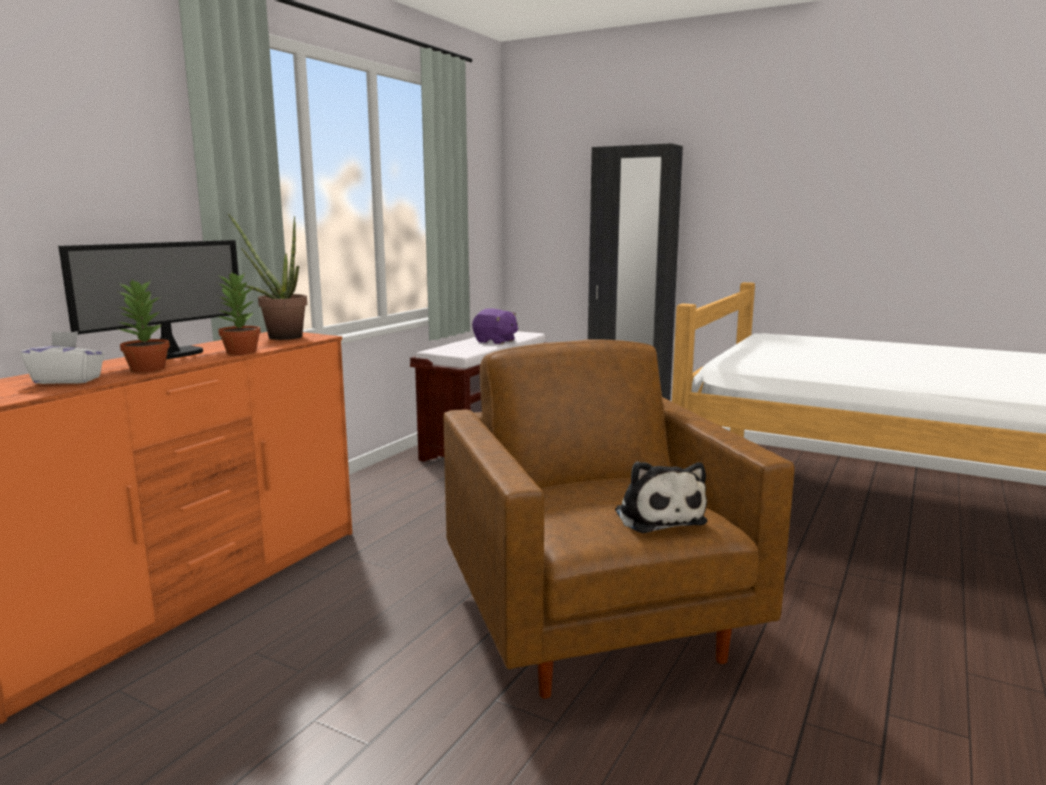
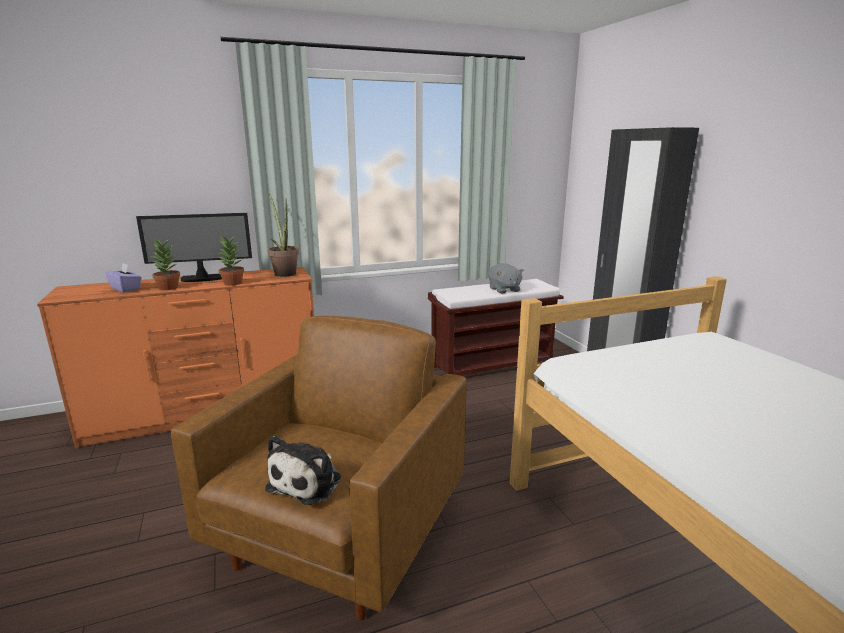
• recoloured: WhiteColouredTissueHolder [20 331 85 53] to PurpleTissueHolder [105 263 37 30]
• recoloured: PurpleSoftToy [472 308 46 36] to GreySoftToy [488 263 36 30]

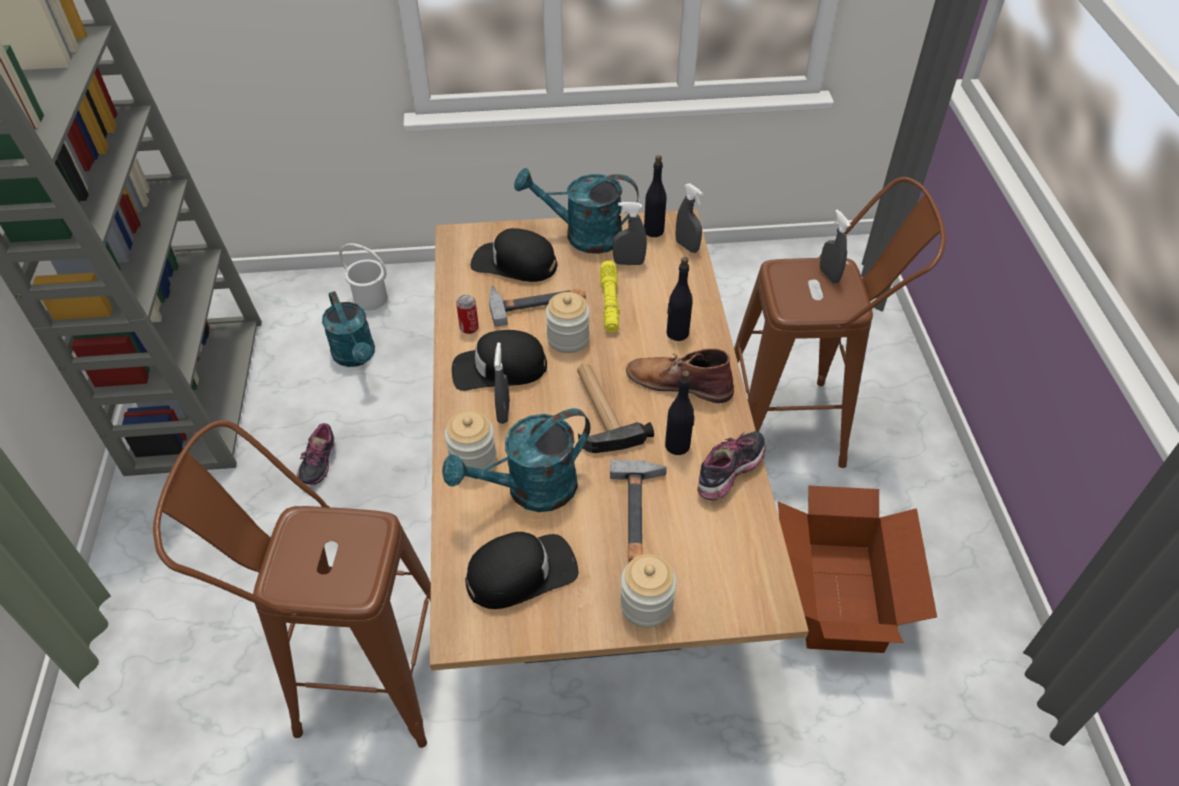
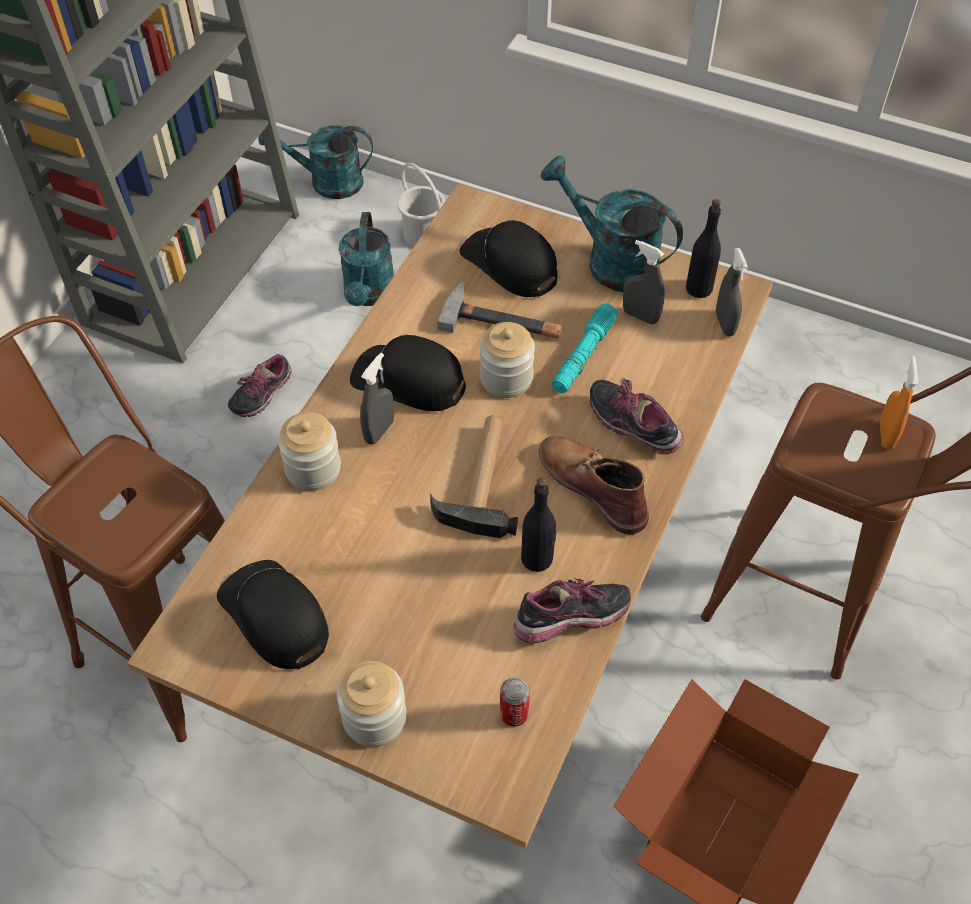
• turned: BlackPeakedCap [465 532 114 77] = [217 560 112 109] 135 degrees counterclockwise
• moved: TurquoiseWateringPot [442 408 148 104] to [258 126 115 73]
• moved: MetalCan [456 294 23 40] to [500 677 30 50]
• recoloured: YellowColouredHandTorch [600 261 20 71] to TurquoiseHandTorch [552 303 65 90]
• replaced: BlackBottle [667 257 26 84] to ItemOfFootwear [590 378 94 76]
• recoloured: GreyHandSprayer [820 209 31 75] to OrangeHandSprayer [880 356 38 93]
• removed: Hammer [610 460 57 102]

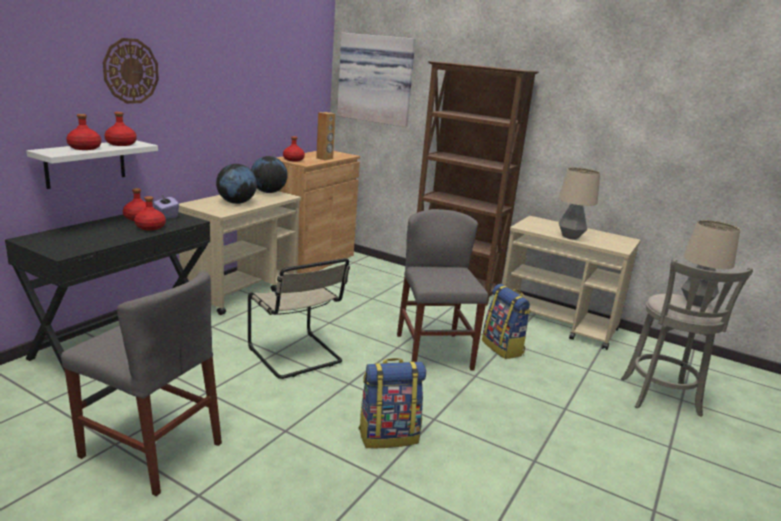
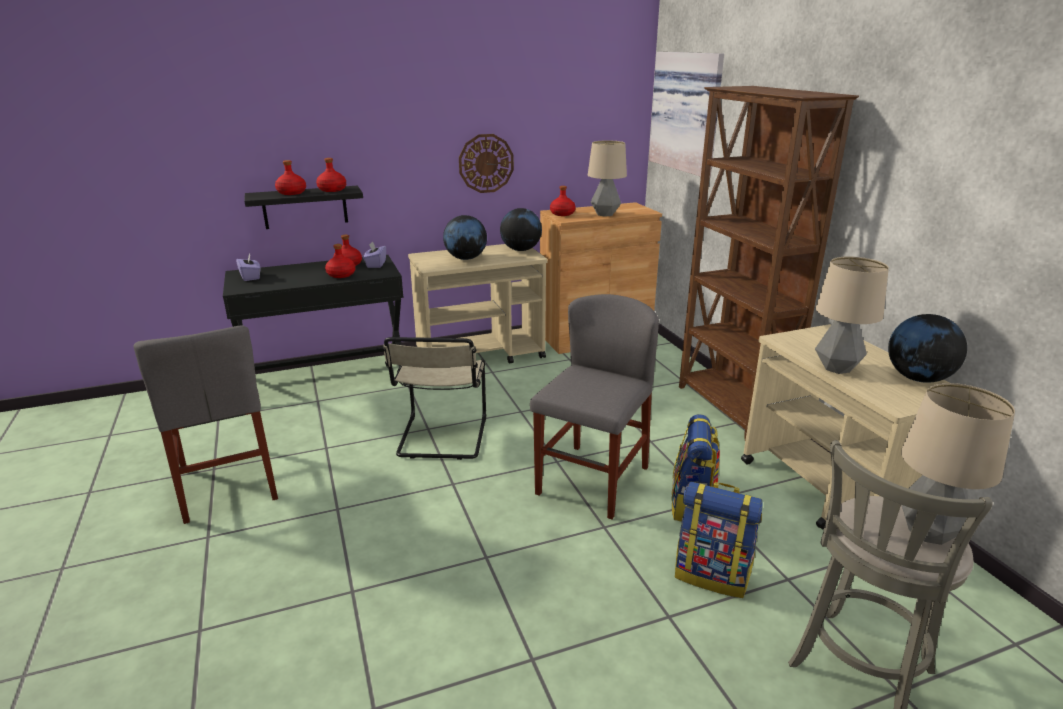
• added: PurpleTissueHolder [236 252 25 29]
• recoloured: WhiteColouredBracketShelf [26 140 132 49] to BlackBracketShelf [244 186 119 43]
• moved: HangingClock [103 38 56 66] to [459 134 55 59]
• replaced: BrownishAudioSpeaker [316 112 19 48] to TabletopLamp [588 140 39 77]
• moved: Knapsack [359 358 67 90] to [675 482 88 116]
• added: Globe [888 314 79 69]

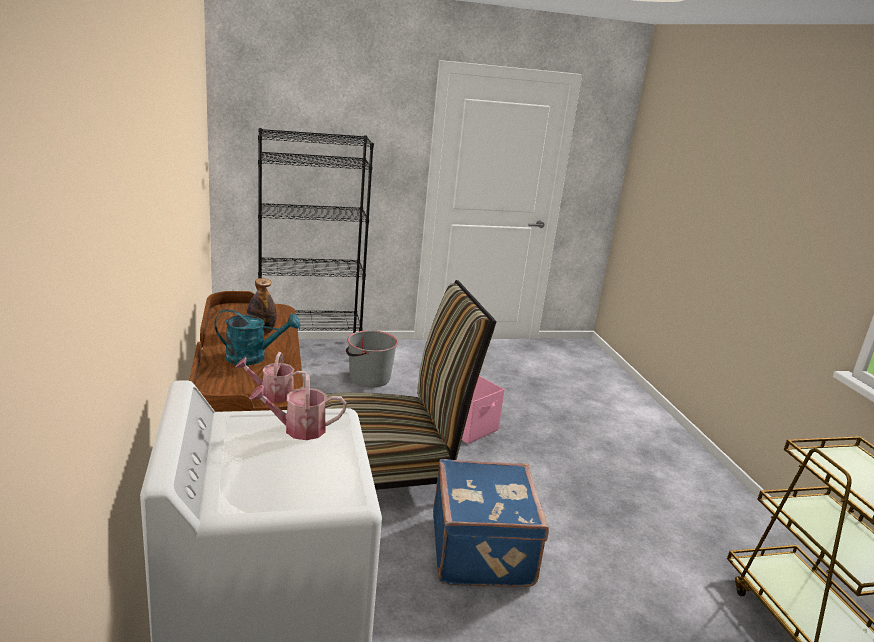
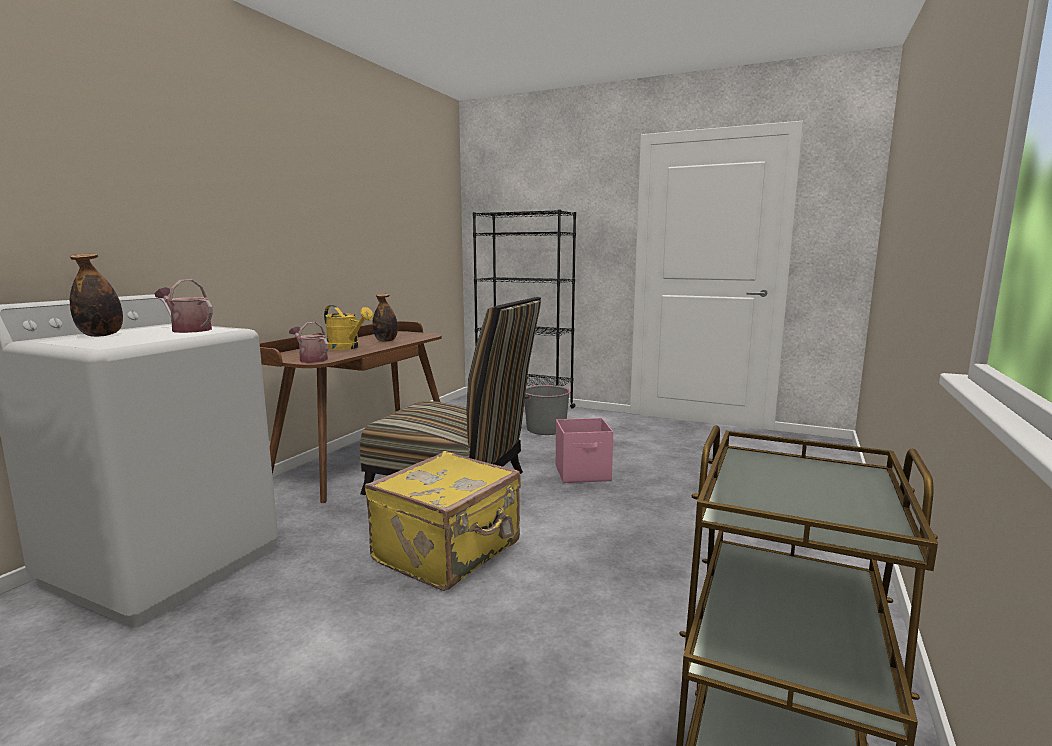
• added: Bottle [70 253 53 84]
• recoloured: TurquoiseWateringPot [214 309 86 56] to YellowColouredWateringPot [324 305 49 45]
• recoloured: BluePieceOfLuggage [433 459 116 128] to YellowColouredPieceOfLuggage [365 451 156 140]

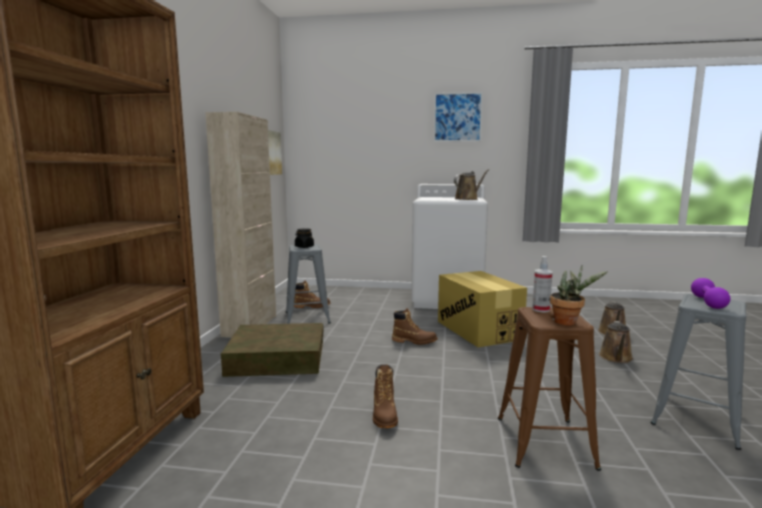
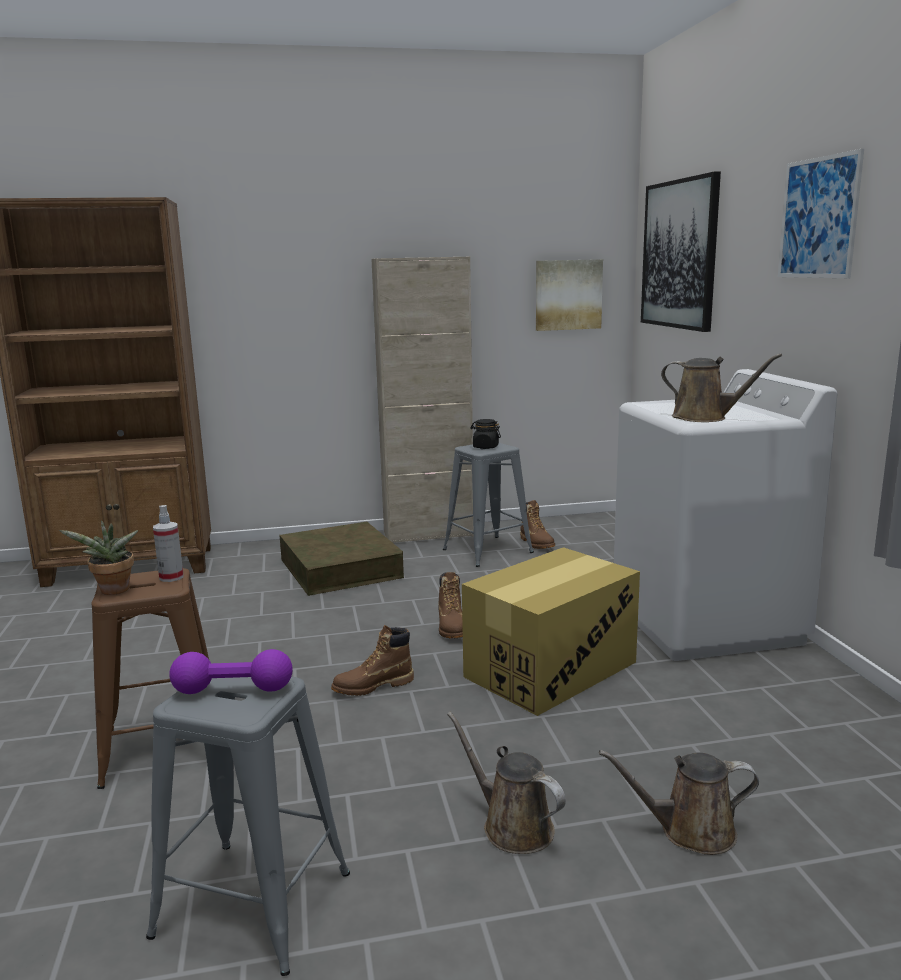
• moved: BrownishBoot [373 365 25 63] to [331 625 83 71]
• turned: BrownishWateringPot [599 321 34 42] = [447 712 119 142] 45 degrees clockwise
• added: WallPicture [641 172 80 160]

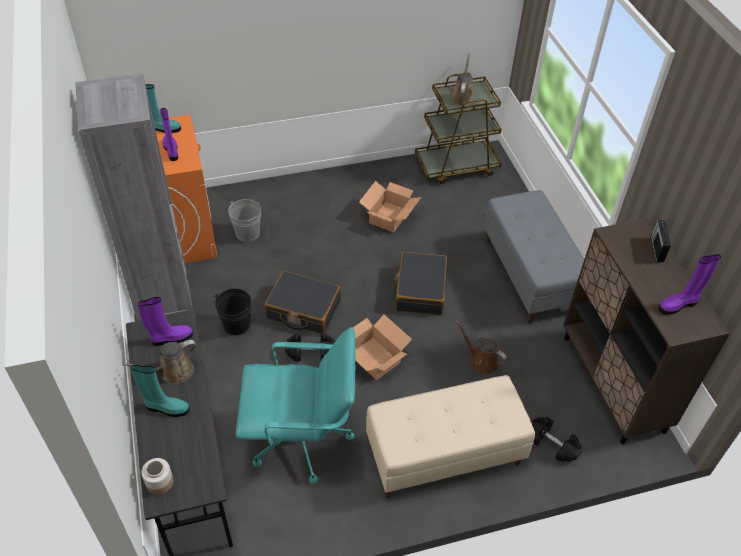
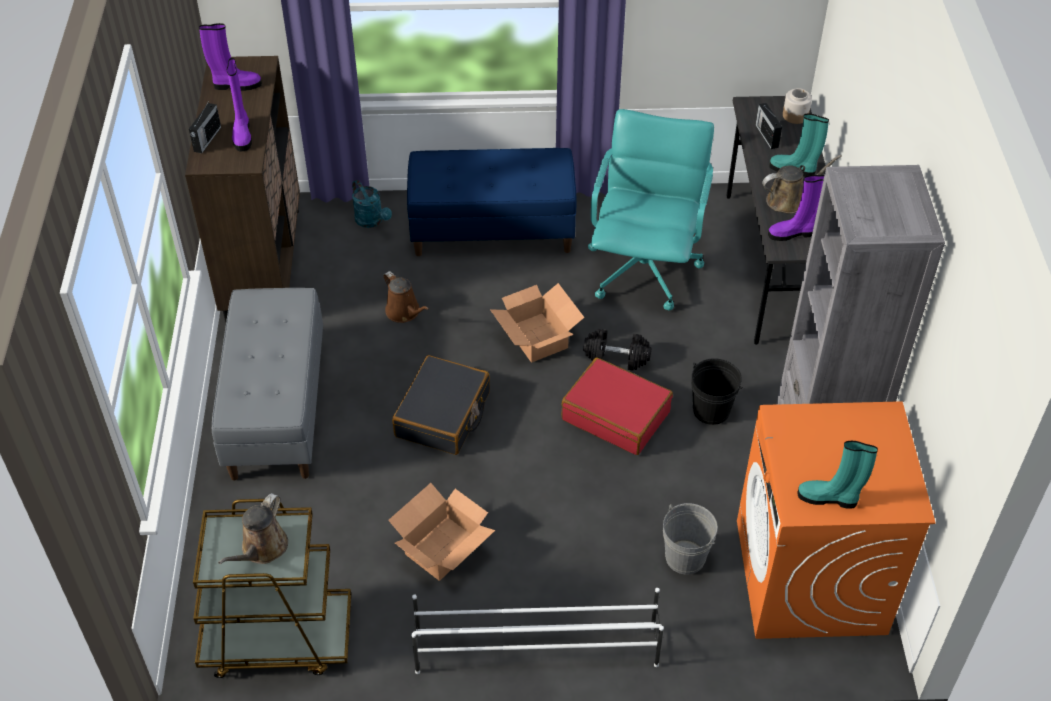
• moved: PurpleBoot [160 108 18 53] to [227 58 25 93]
• replaced: BlackFreeWeight [531 417 51 45] to TurquoiseWateringPot [352 180 40 48]
• recoloured: BeigeColouredIndoorBench [366 375 169 123] to BlueIndoorBench [407 148 169 108]
• added: WhiteColouredShoeShelf [411 588 253 86]
• recoloured: BlackPieceOfLuggage [264 271 77 63] to RedPieceOfLuggage [561 358 112 97]
• turned: TurquoiseOfficeChair [236 327 120 157] = [588 109 126 202] 90 degrees clockwise
• added: RadioSet [756 103 26 46]

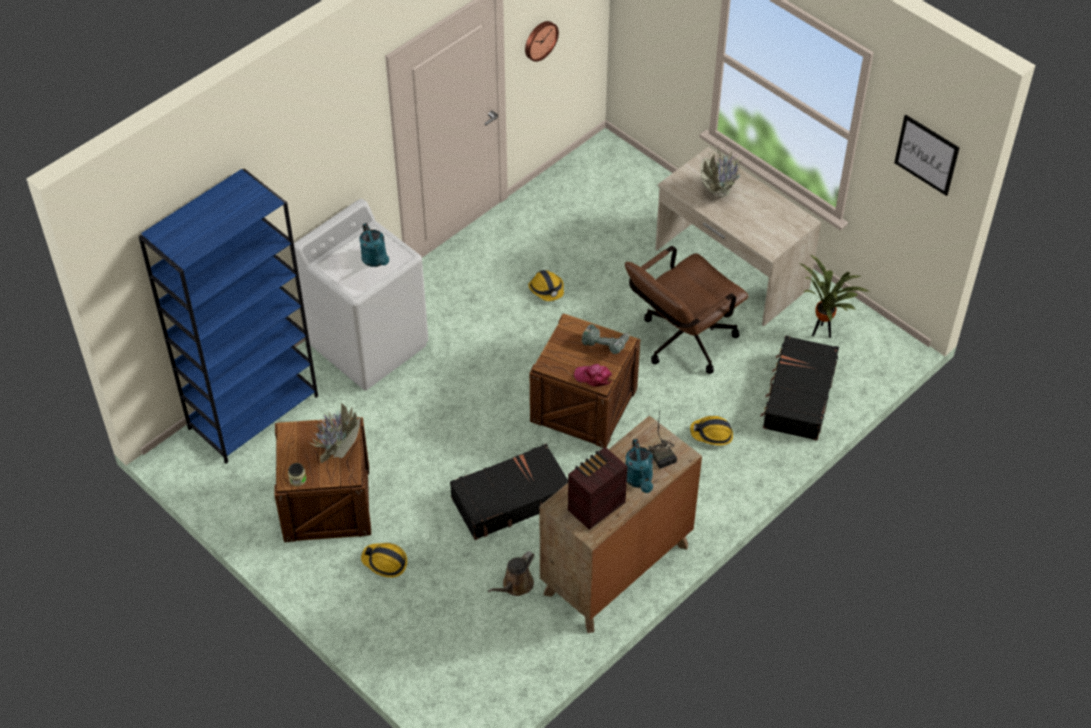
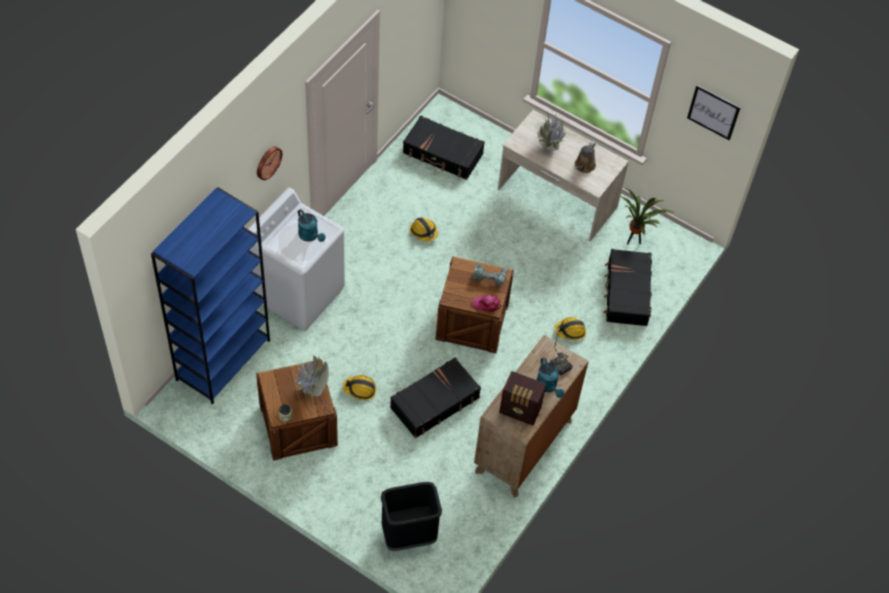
• moved: HangingClock [525 21 34 41] to [257 147 25 33]
• moved: SafetyHelmet [361 543 46 35] to [343 375 33 25]
• added: BlackTrashCan [381 482 61 69]
• added: BlackPieceOfLuggage [403 116 82 64]
• turned: RadioSet [568 447 60 83] = [499 371 47 55] 105 degrees counterclockwise
• moved: BrownishWateringPot [488 551 46 45] to [575 141 21 32]
• removed: BrownishOfficeChair [625 246 123 128]

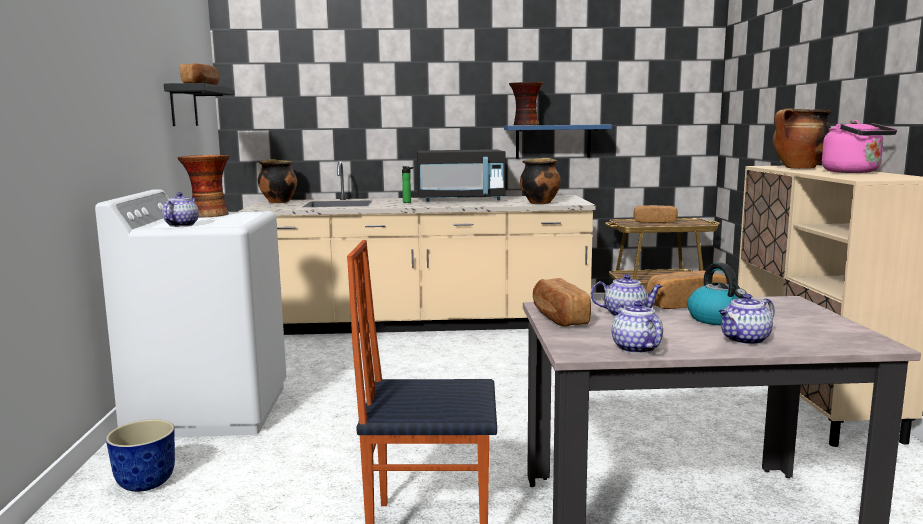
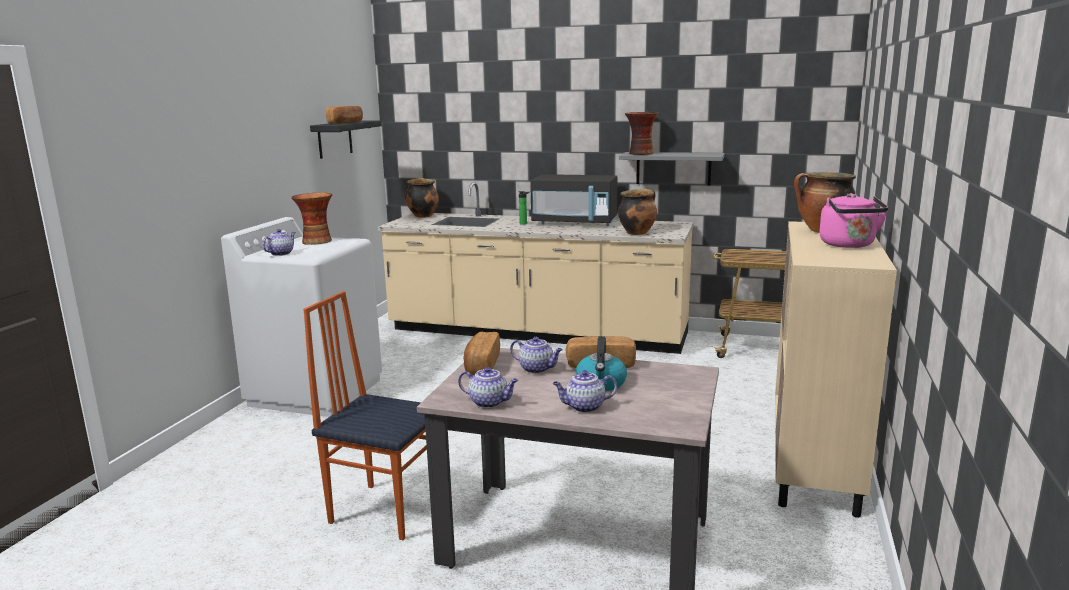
• turned: PotForTea [612 301 51 53] = [458 367 60 41] 105 degrees clockwise
• recoloured: BlueBracketShelf [504 125 108 34] to GreyBracketShelf [619 152 106 33]
• removed: Planter [106 419 69 73]
• removed: Bread [633 205 45 18]

